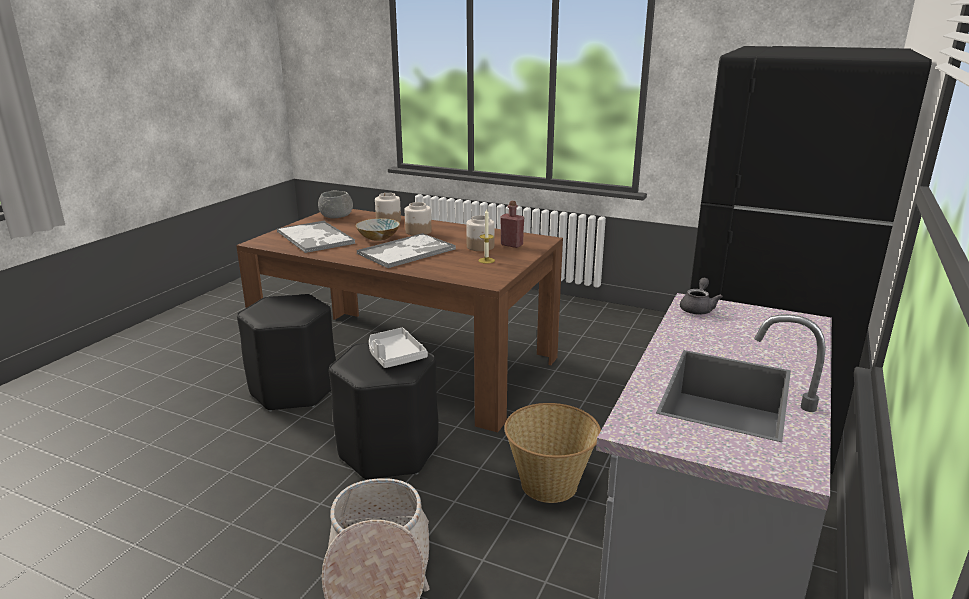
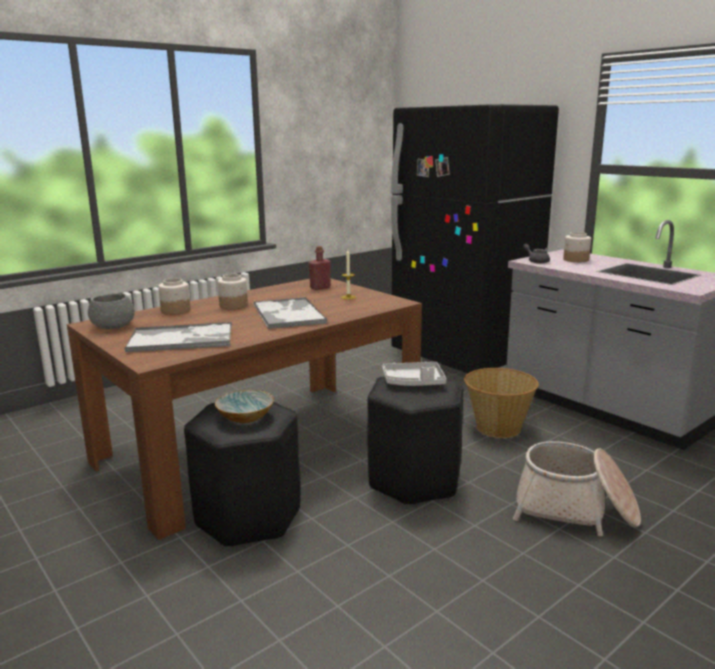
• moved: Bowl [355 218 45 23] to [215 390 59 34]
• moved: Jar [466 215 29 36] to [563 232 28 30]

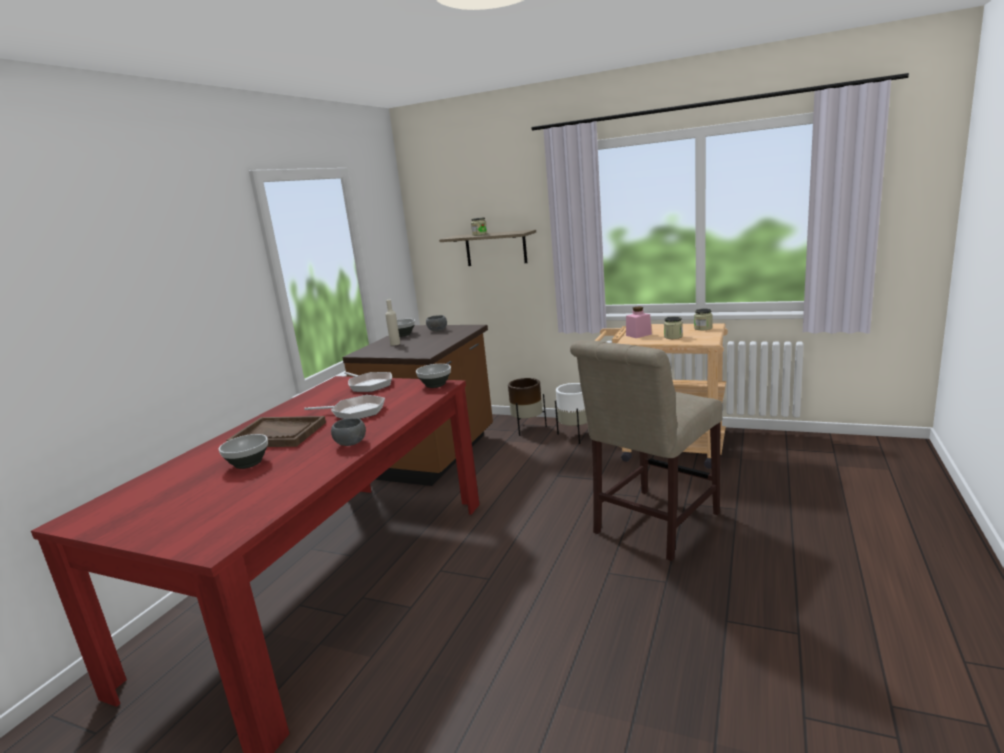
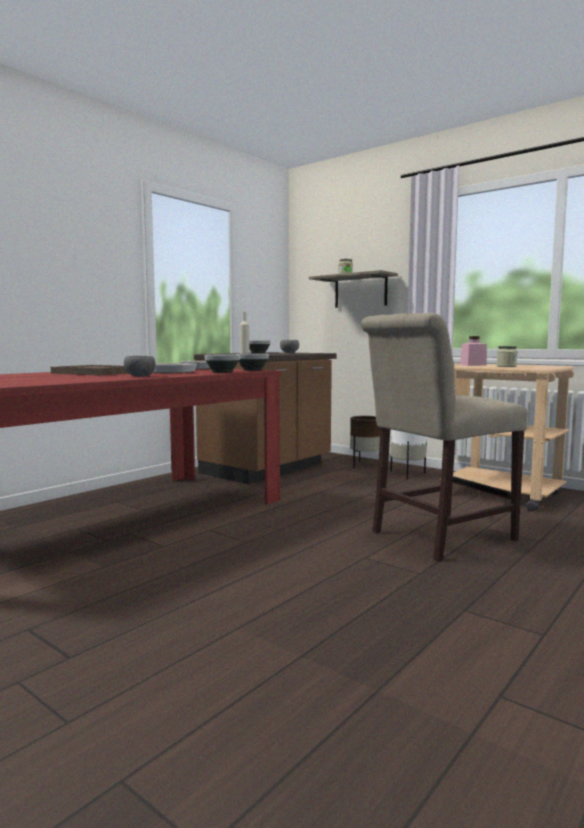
• moved: Bowl [219 434 49 35] to [204 355 36 18]
• removed: Jar [694 309 19 21]

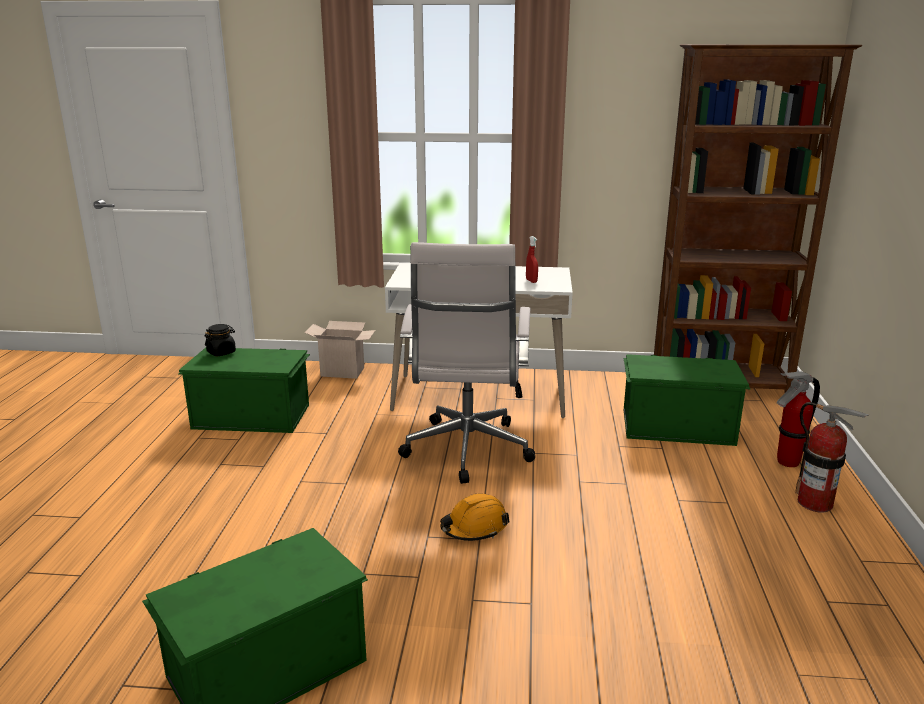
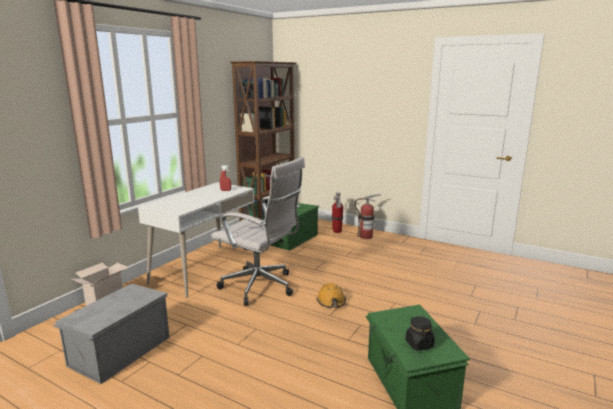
• recoloured: GreenStorageBox [179 348 131 85] to GreyStorageBox [53 284 117 100]
• moved: BlackJar [205 324 31 32] to [405 316 30 35]

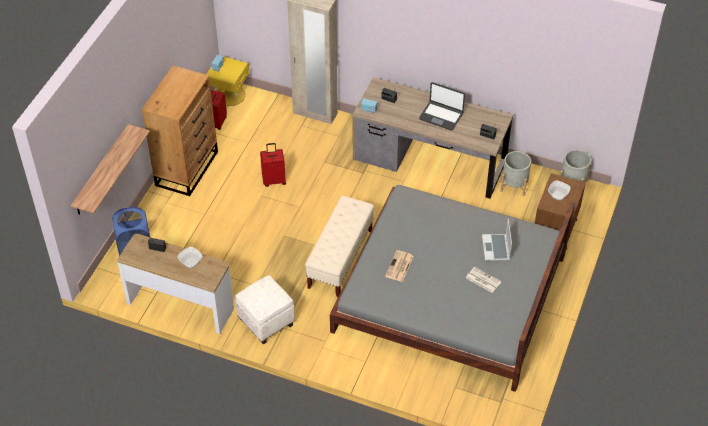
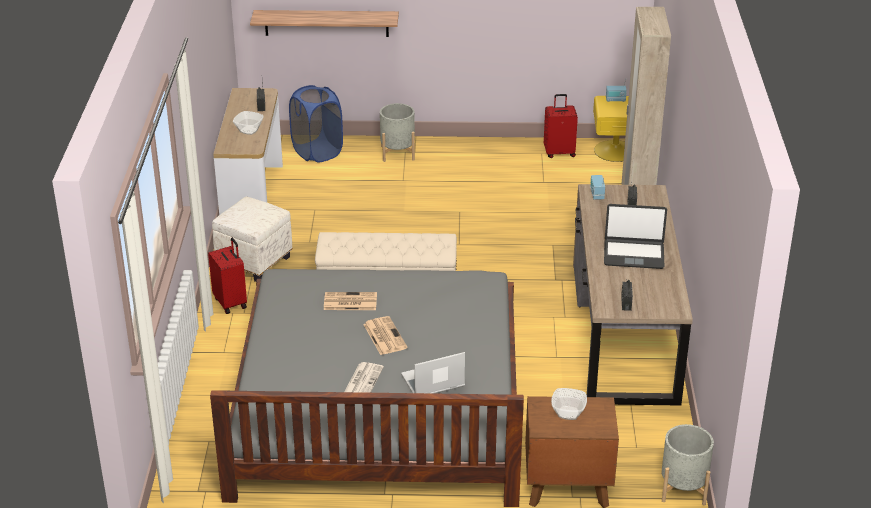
• moved: RedPieceOfLuggage [260 143 26 44] to [208 238 39 76]
• added: PrintedPaper [363 316 45 39]
• moved: GreyPlanter [500 151 31 45] to [380 103 35 59]
• turned: PortableComputer [419 82 46 48] = [604 204 63 65] 90 degrees counterclockwise
• removed: BrownishChestOfDrawers [142 66 76 130]

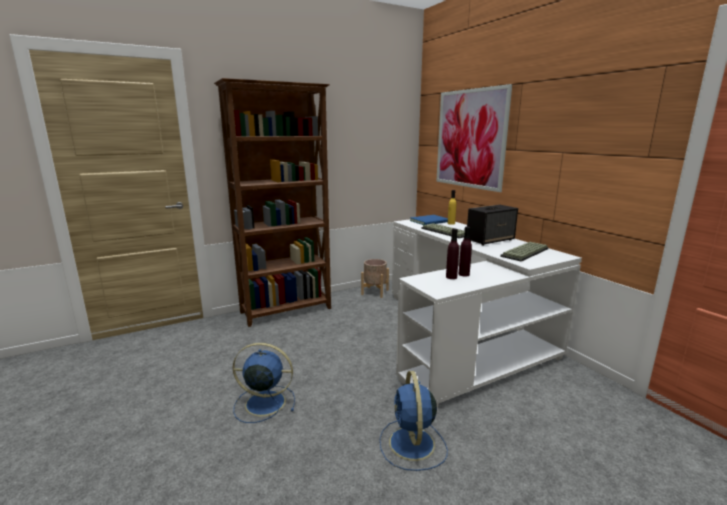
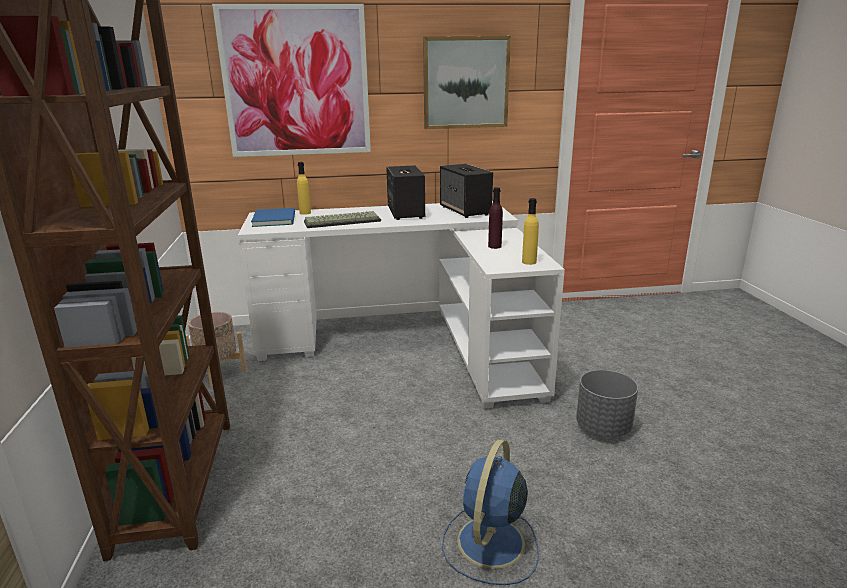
• added: WallPicture [423 36 88 93]
• replaced: Keyboard [500 242 49 19] to AudioSpeaker [440 164 53 54]
• added: YellowColouredBottle [522 198 17 67]
• replaced: BlueElectricFan [380 371 68 100] to GreyPlanter [576 370 62 67]
• removed: PurpleBottle [446 228 13 51]

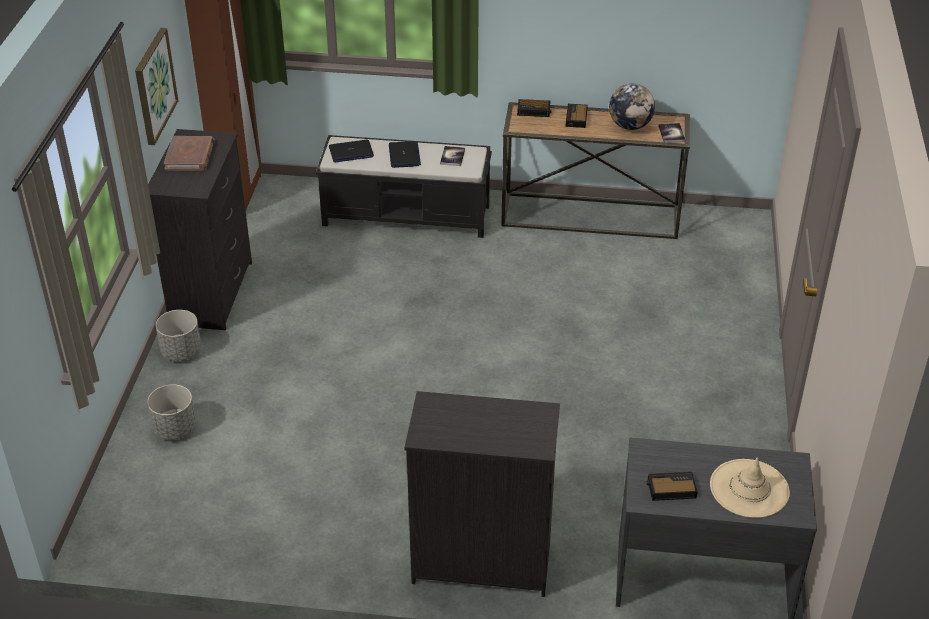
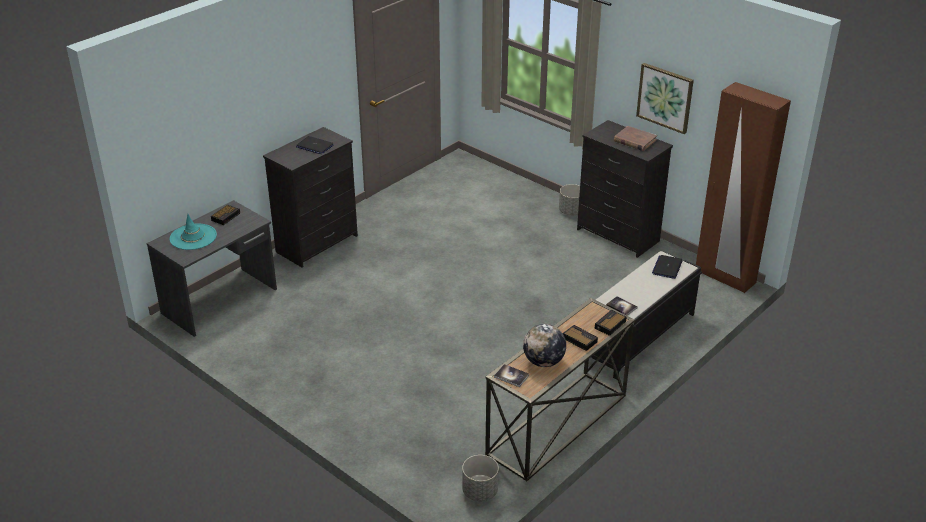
• recoloured: BeigeColouredHat [710 457 80 61] to TurquoiseHat [169 214 48 36]
• moved: PortableComputer [389 141 32 27] to [296 136 38 18]
• moved: GreyPlanter [147 384 49 56] to [462 455 37 46]

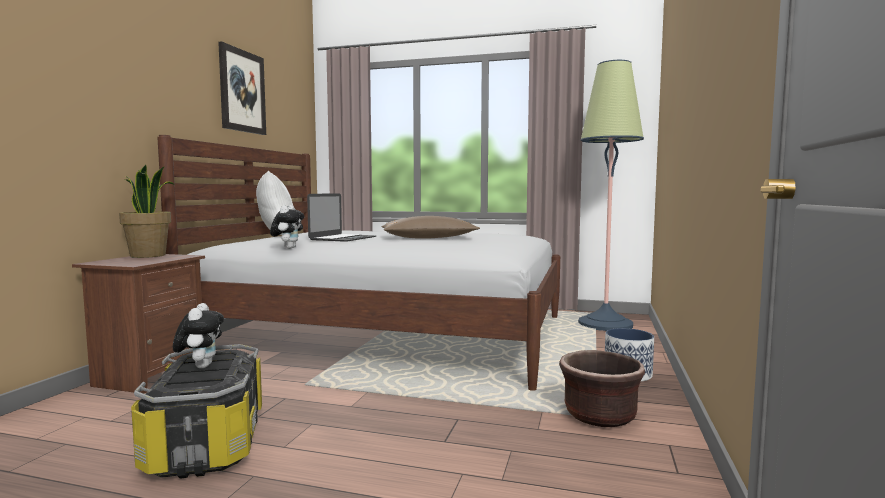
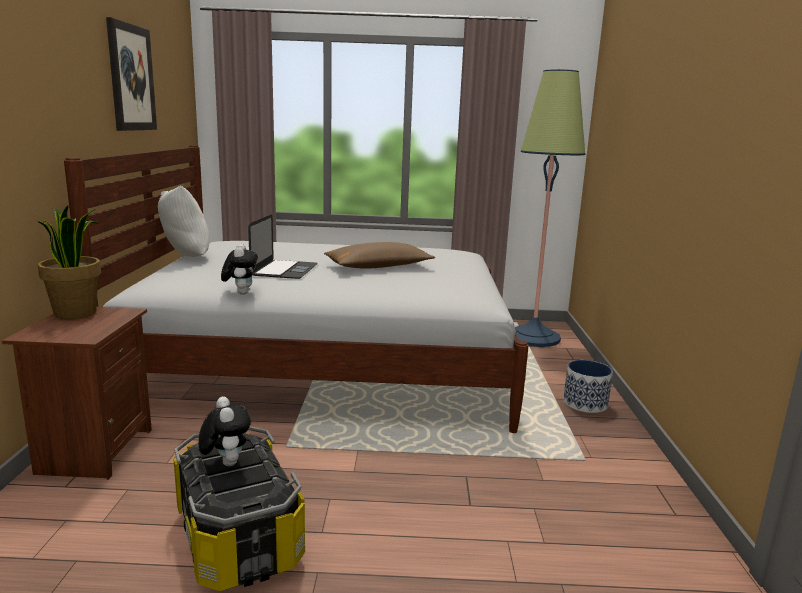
• removed: BrownishPlanter [559 350 86 77]

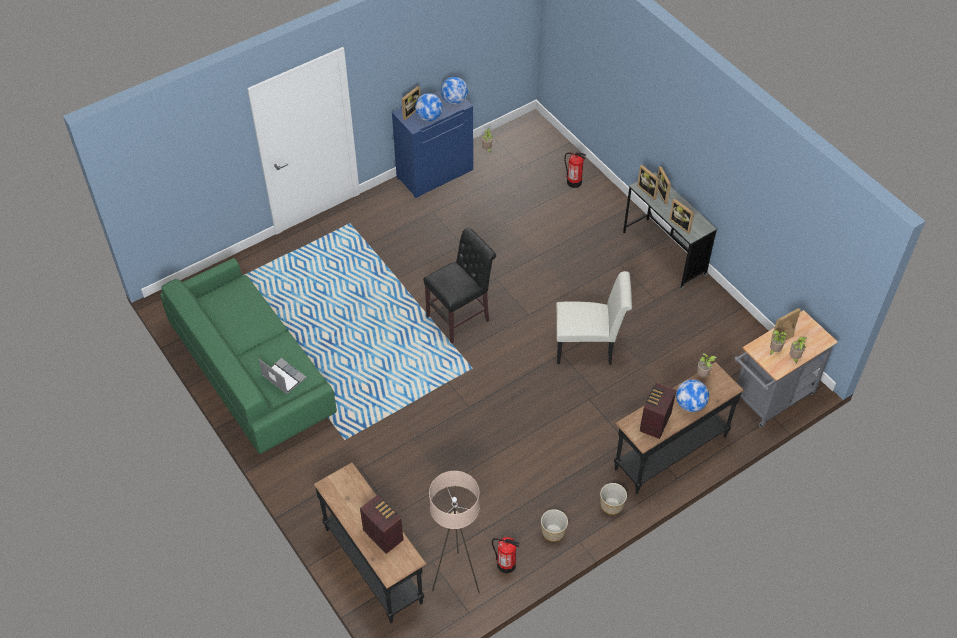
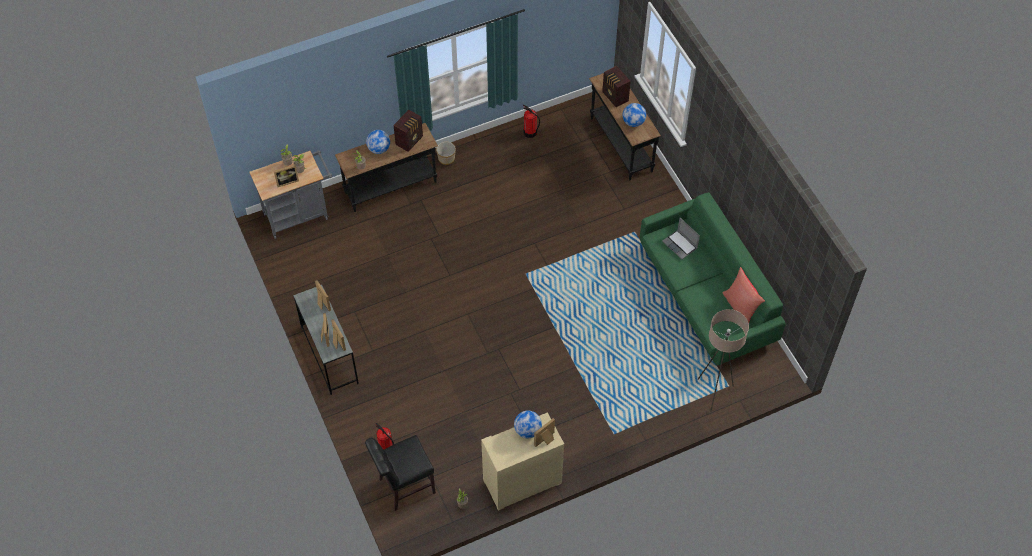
• moved: BlackChair [423 228 73 116] to [365 435 71 76]
• recoloured: BlueStorageCabinet [392 90 81 108] to BeigeColouredStorageCabinet [481 412 83 99]
• moved: Globe [441 77 27 28] to [623 103 23 24]
• moved: BeigeColouredStandingLamp [429 471 51 122] to [698 309 51 103]
• added: RedCushion [722 267 43 56]
• removed: Planter [541 509 27 33]
• removed: WhiteColouredChair [556 271 76 94]

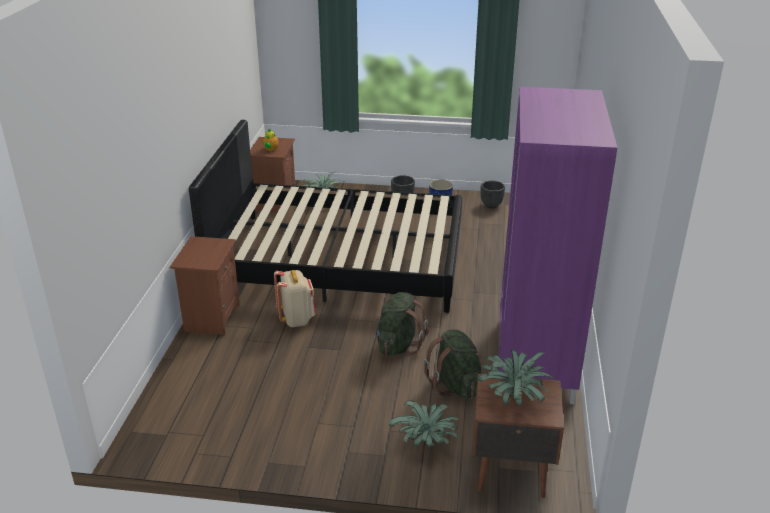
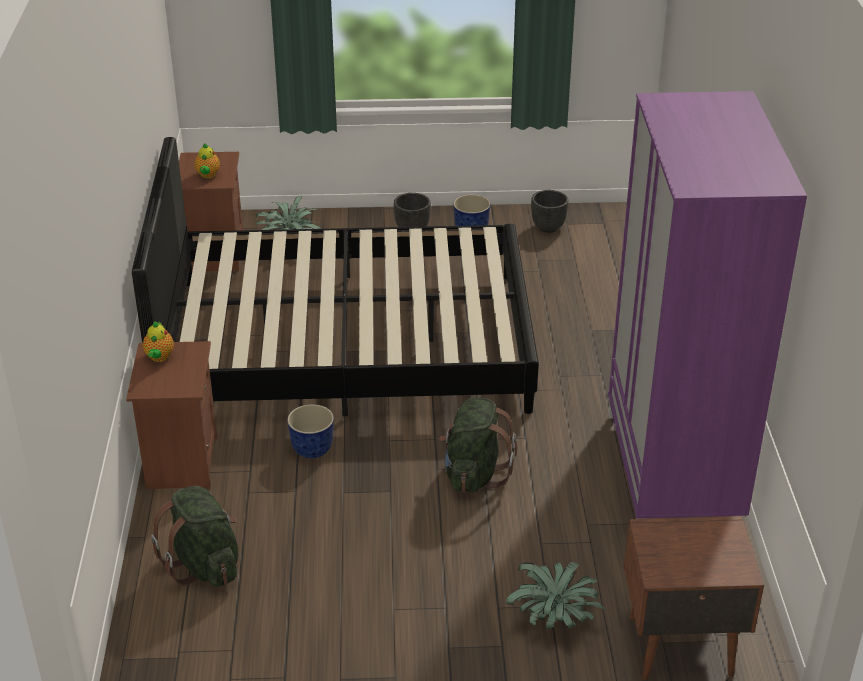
• added: PotForTea [143 321 31 41]
• moved: GreenKnapsack [424 329 57 70] to [151 486 87 101]
• replaced: BeigeColouredKnapsack [274 270 42 57] to Planter [287 404 47 54]
• removed: PottedPlant [477 349 79 58]

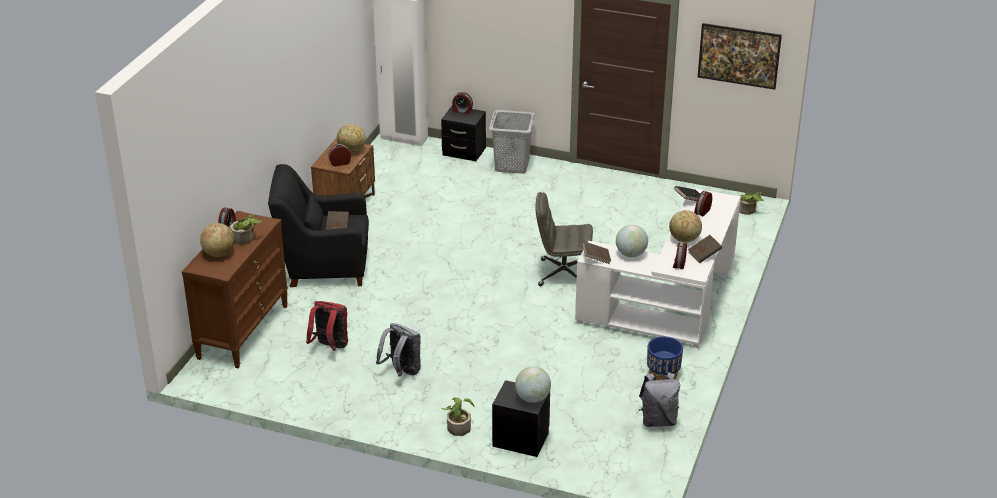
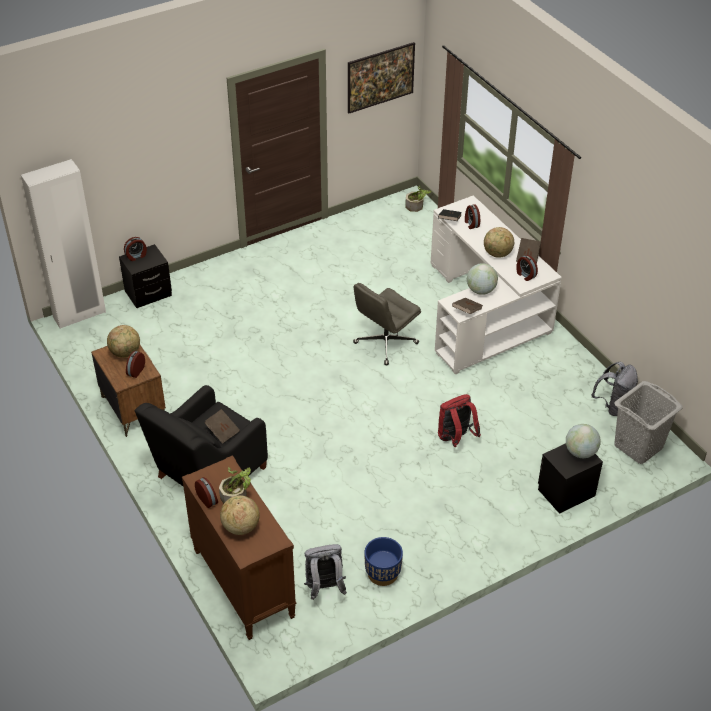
• moved: GreyKnapsack [376 323 45 54] to [304 544 43 56]
• moved: BluePlanter [647 336 36 44] to [365 537 38 49]
• moved: RedKnapsack [306 301 42 50] to [438 394 43 53]
• moved: GreyHamper [489 110 46 64] to [614 381 69 83]
• removed: PottedPlant [441 397 34 39]

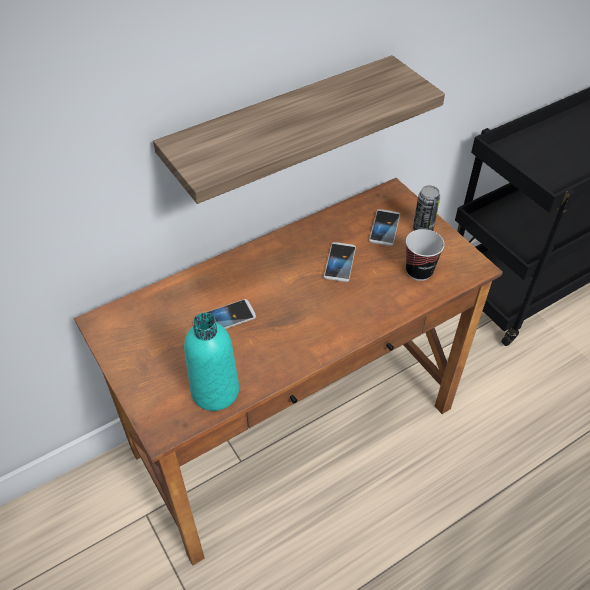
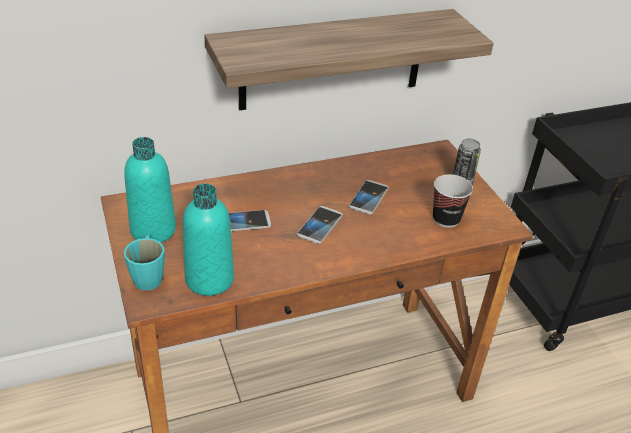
• added: TurquoiseBottle [124 137 52 105]
• added: TurquoiseMug [124 235 41 56]
• moved: Phone [369 209 31 37] to [296 206 47 38]

